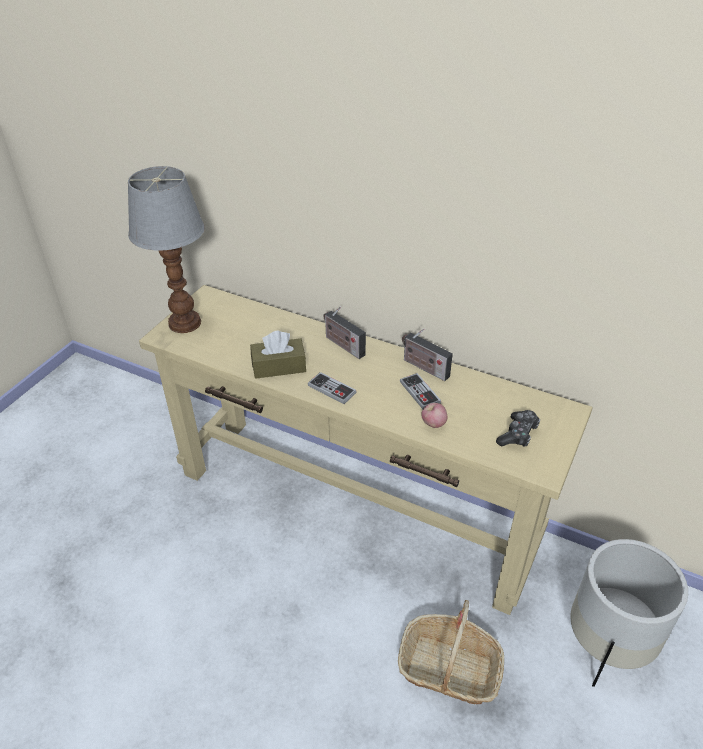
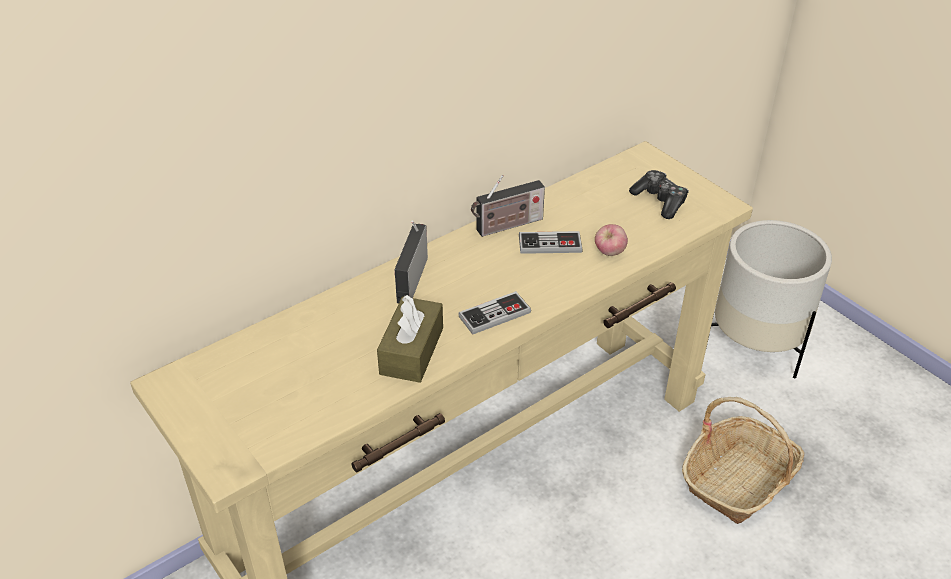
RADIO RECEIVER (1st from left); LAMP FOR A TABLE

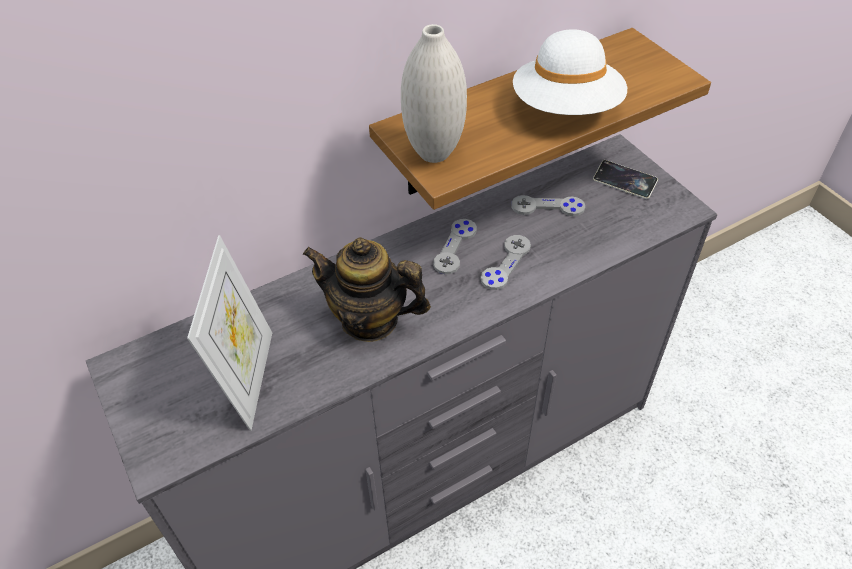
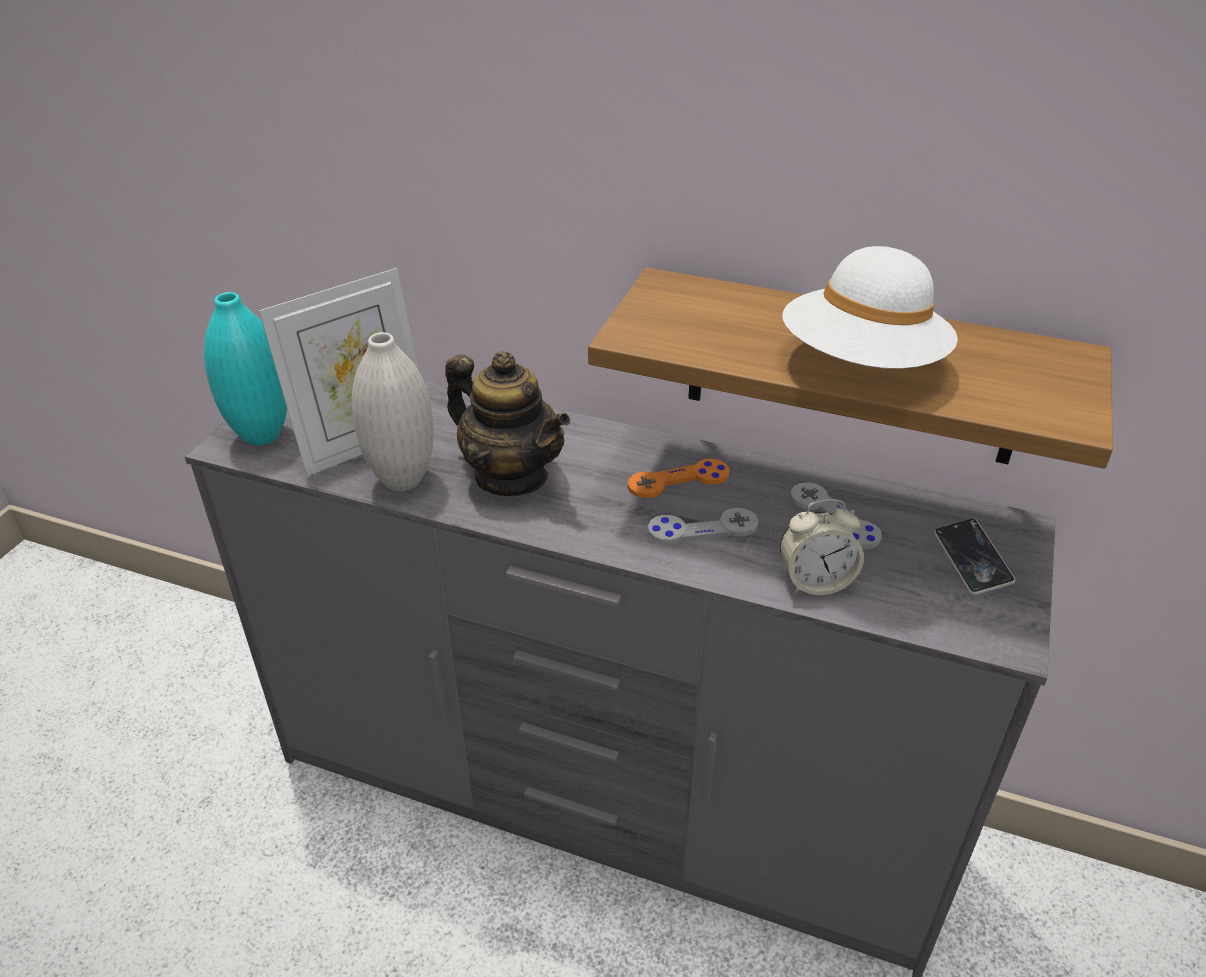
TURQUOISE FLOWER VASE; WHITISH FLOWER VASE; TEAPOT; ORANGEY GAME CONTROLLER; ALARM CLOCK

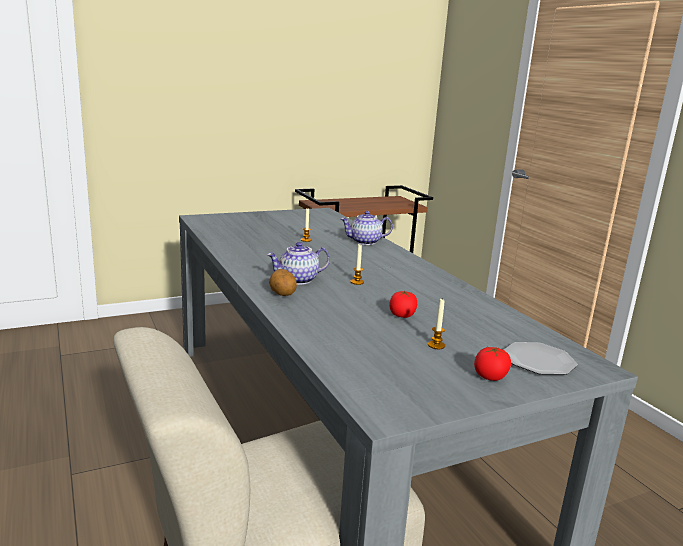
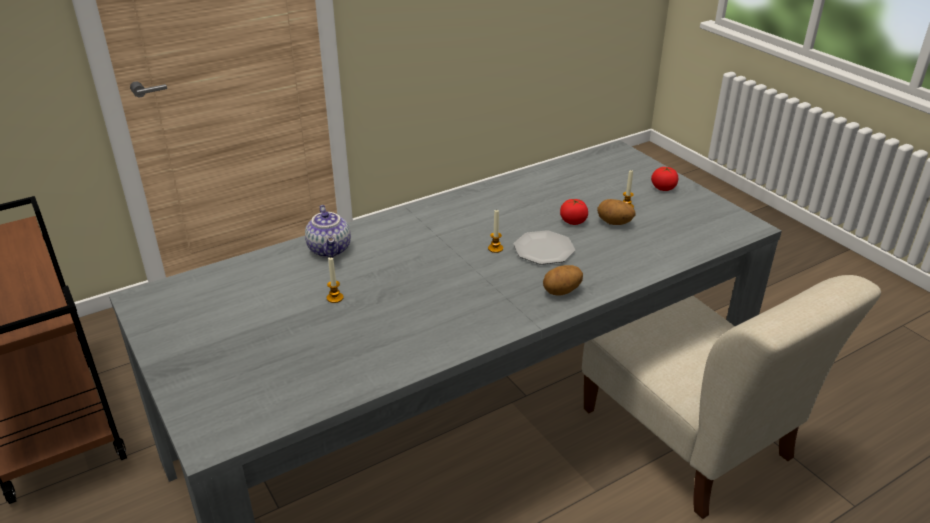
DINNER PLATE; SPUD (2nd from left); TEAPOT (1st from left in the first image)

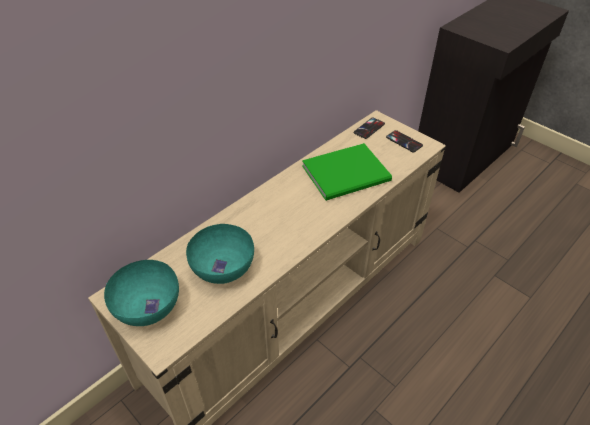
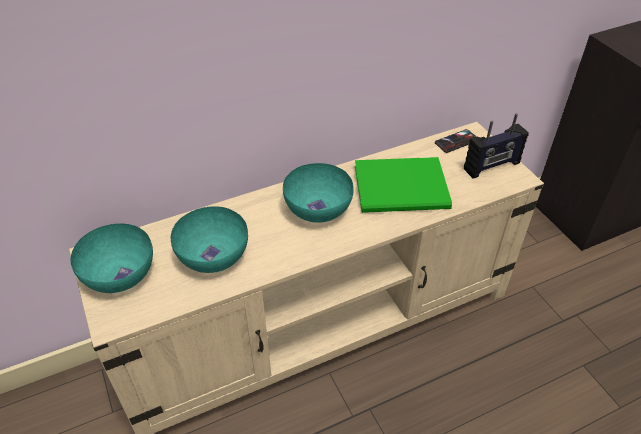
TURQUOISE DEEP DISH (3rd from left); RADIO RECEIVER

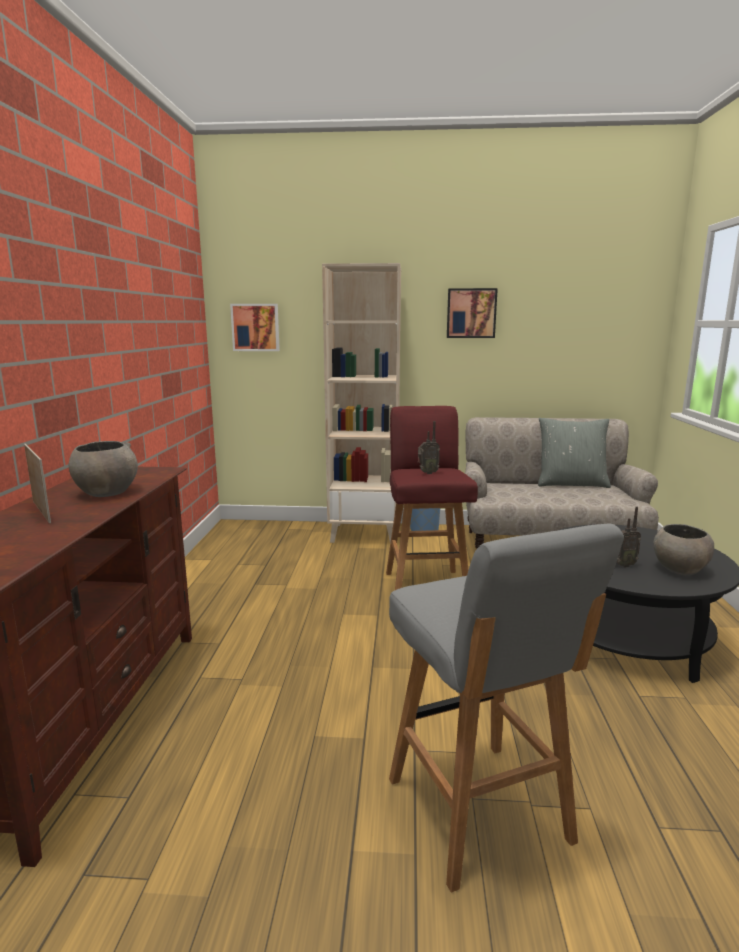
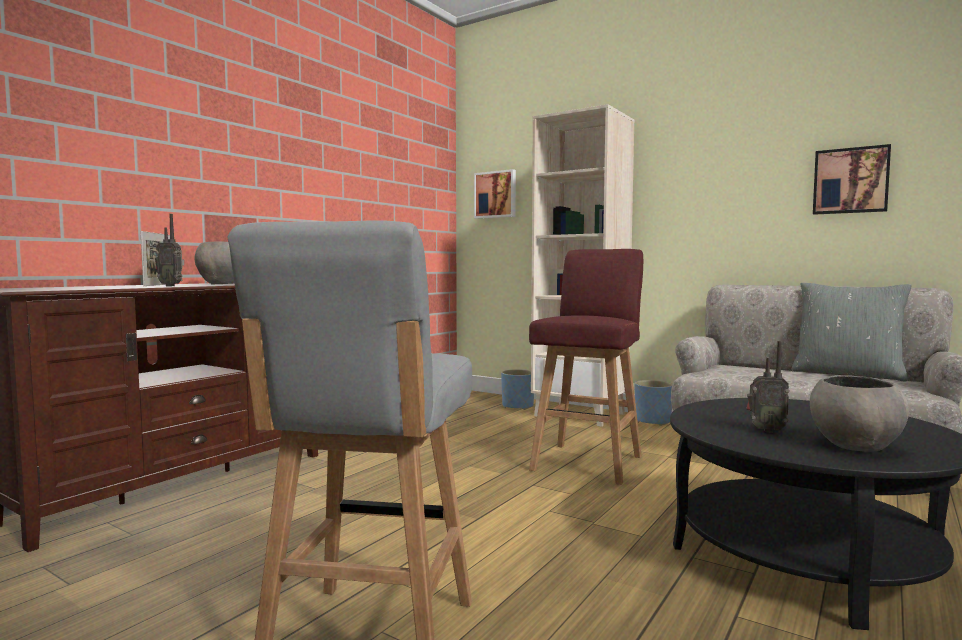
RADIO RECEIVER (1st from left); BLUISH PLANTER (1st from left); WALL PICTURE (2nd from left)

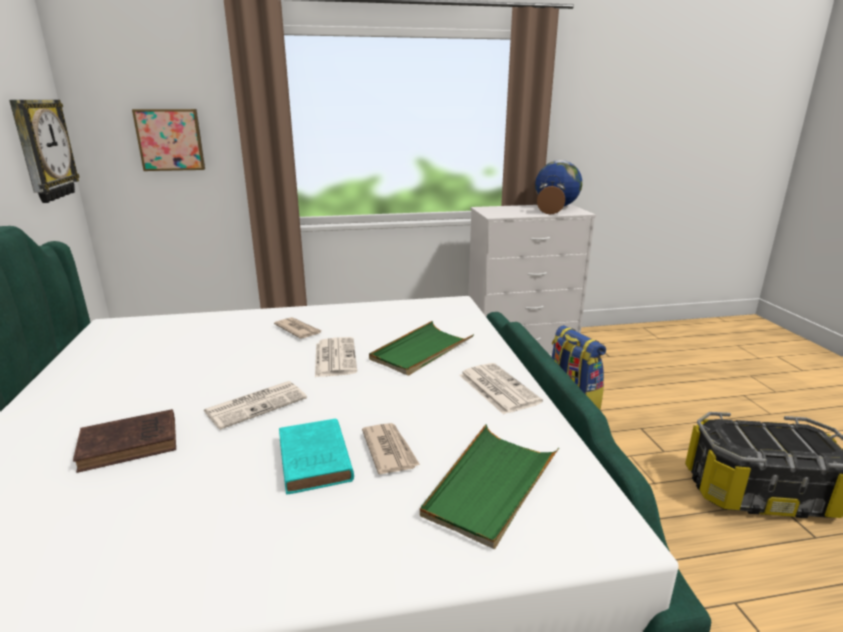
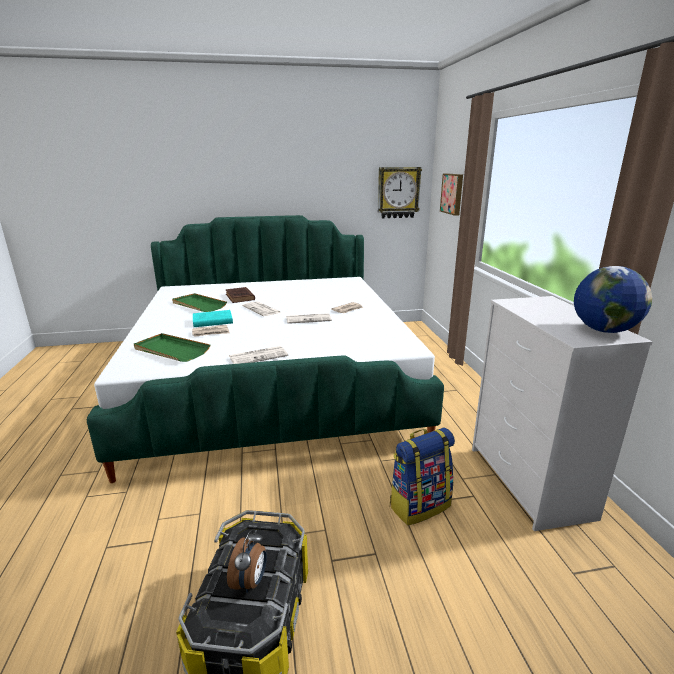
GREEN CARRYING TRAY (2nd from left); ALARM CLOCK

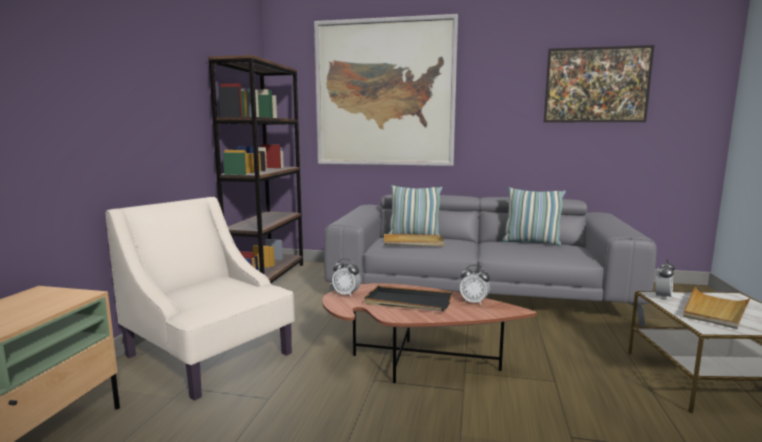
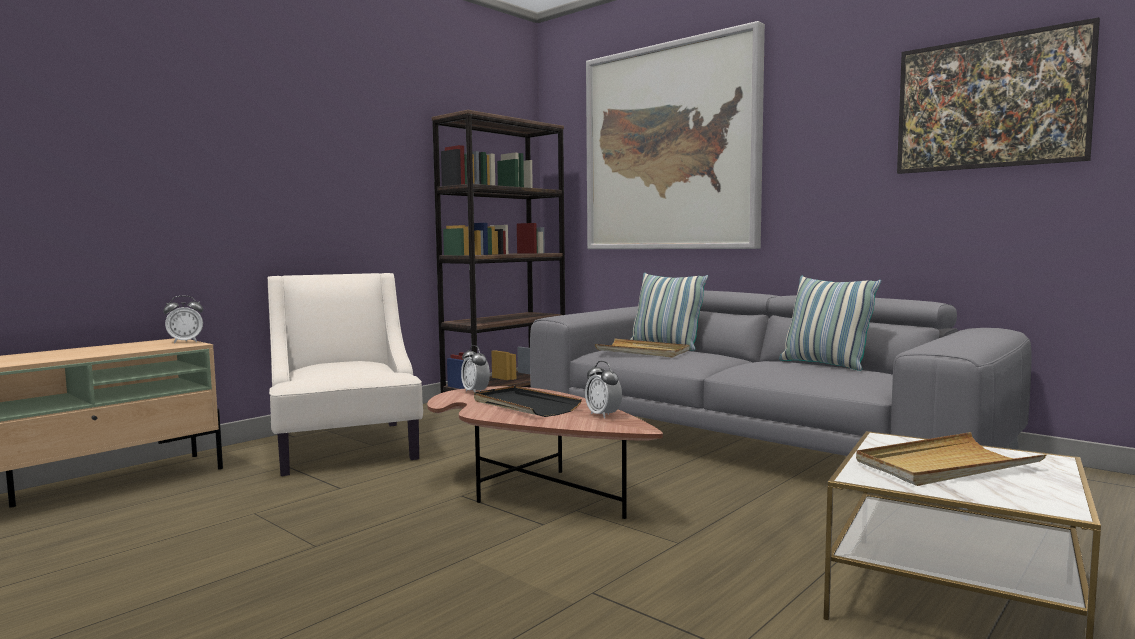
ALARM CLOCK (1st from left)

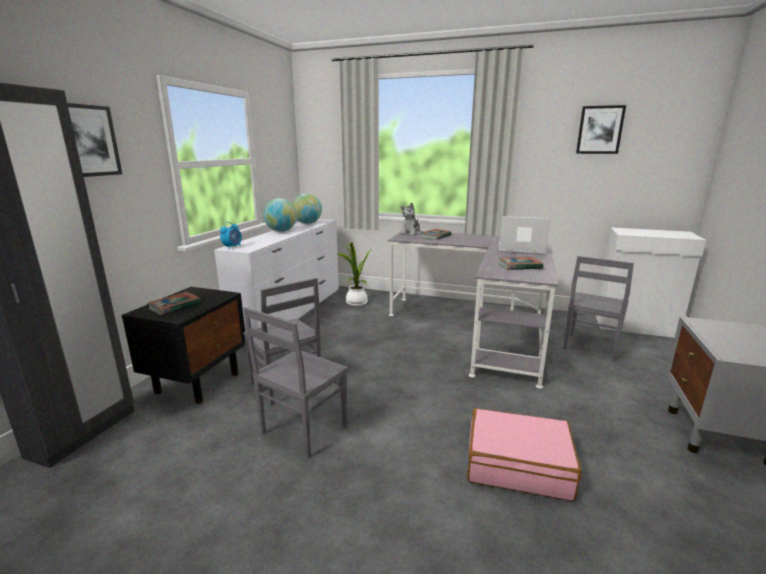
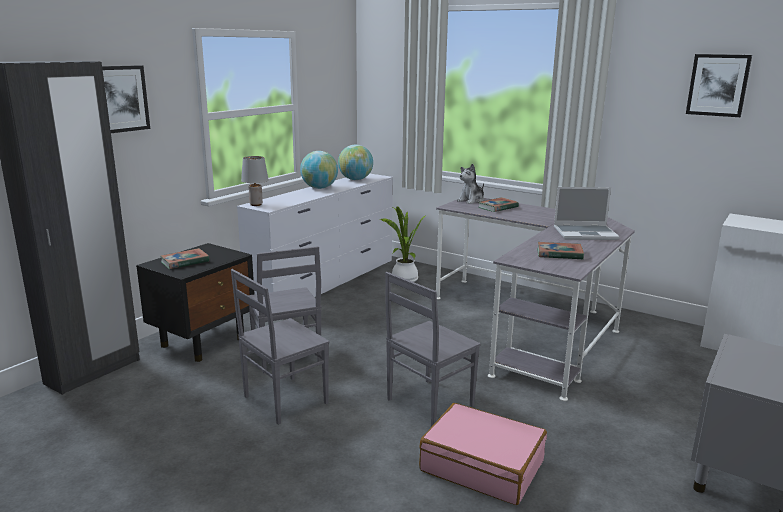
GRAY LAMP FOR A TABLE; GRAY CHAIR (3rd from left); LAPTOP

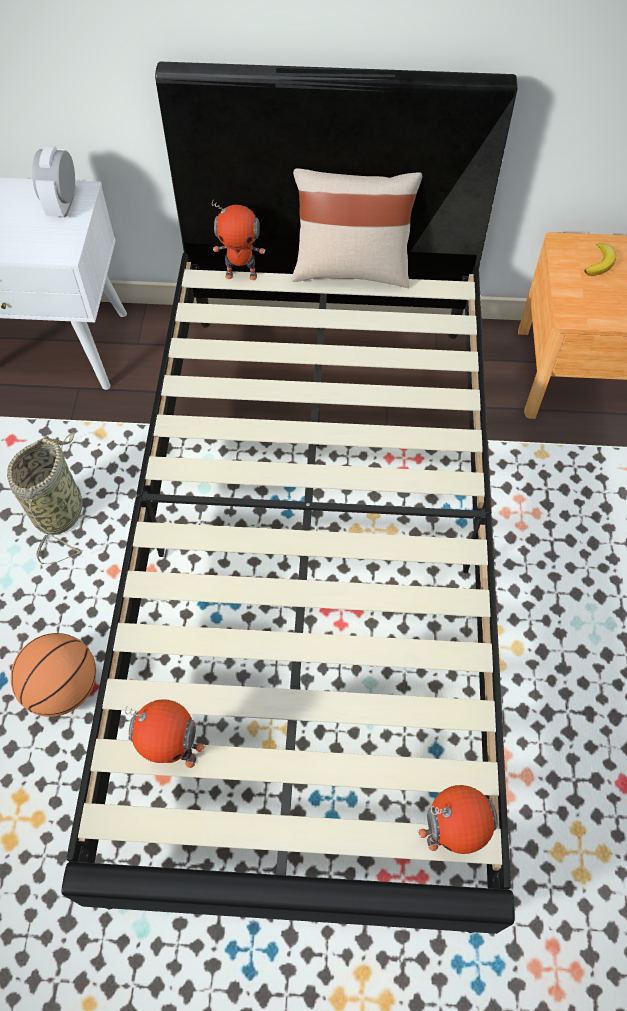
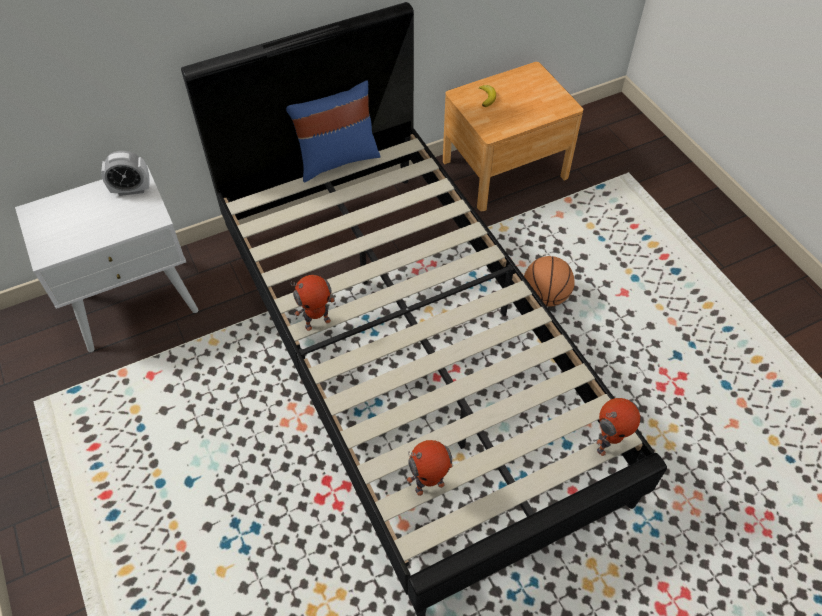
ALARM CLOCK; BLUISH THROW PILLOW; ROBOT FIGURE (1st from left); BALL FOR BASKETBALL; STORAGE BASKET

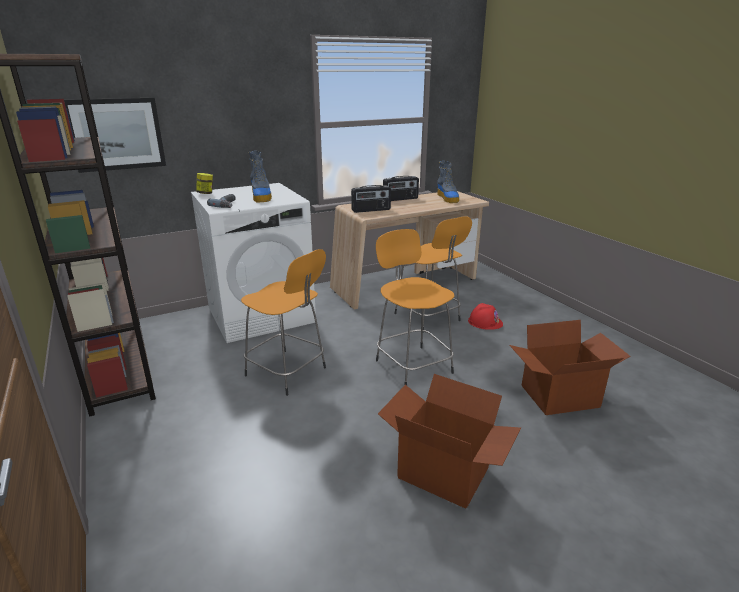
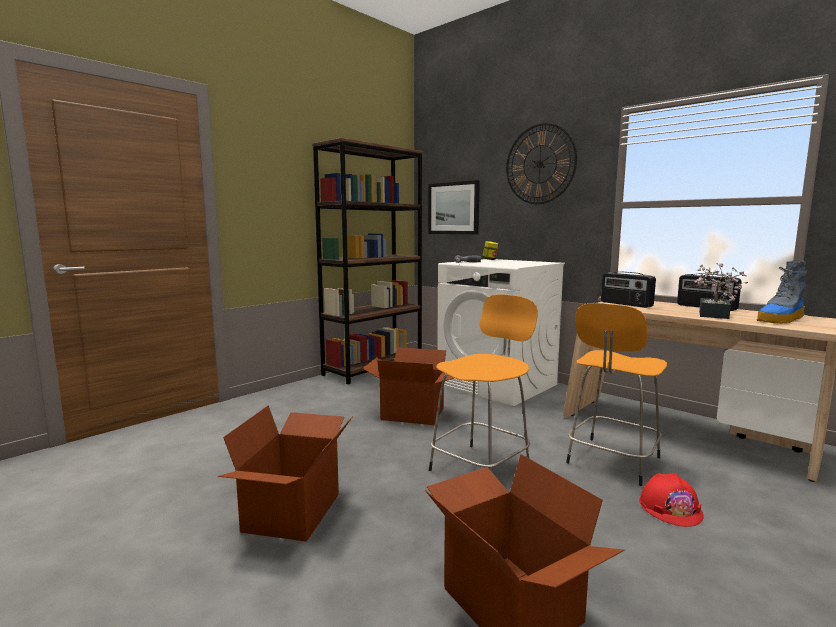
CARTON (2nd from left); HANGING CLOCK; PLANT IN A POT; BOOT (1st from left in the first image)

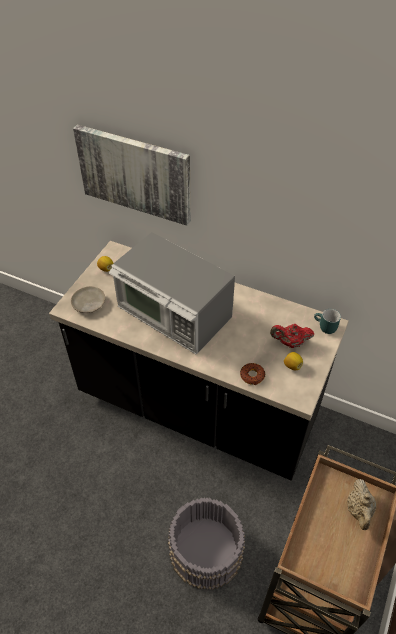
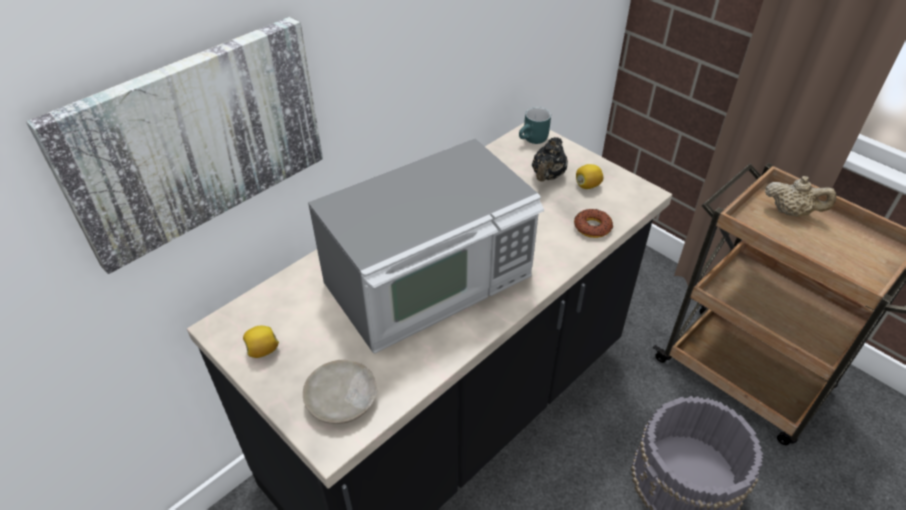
BLACK-COLOURED TEAPOT

